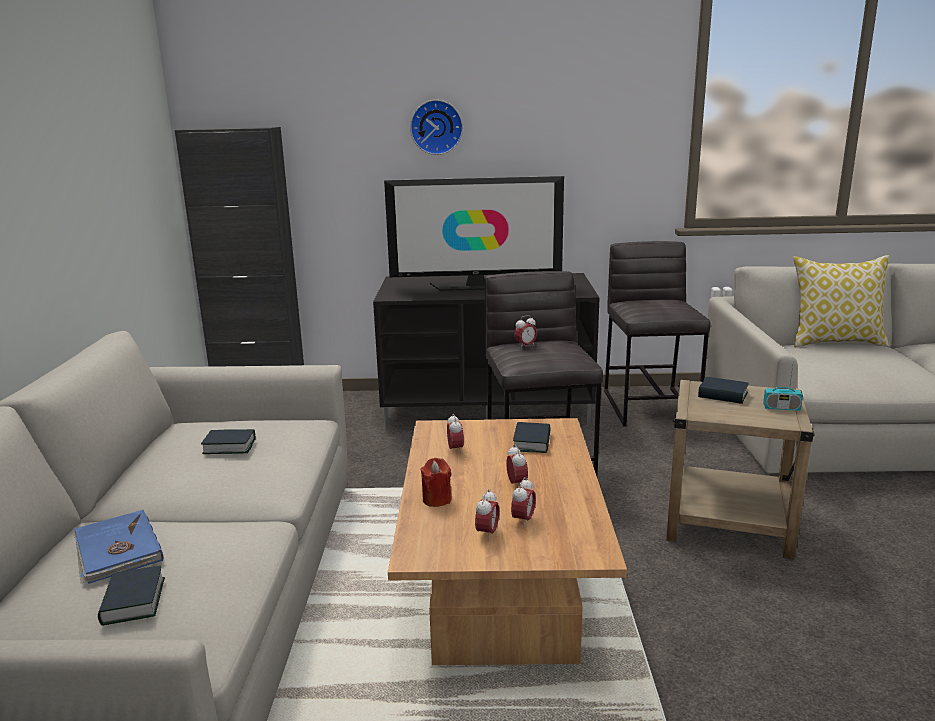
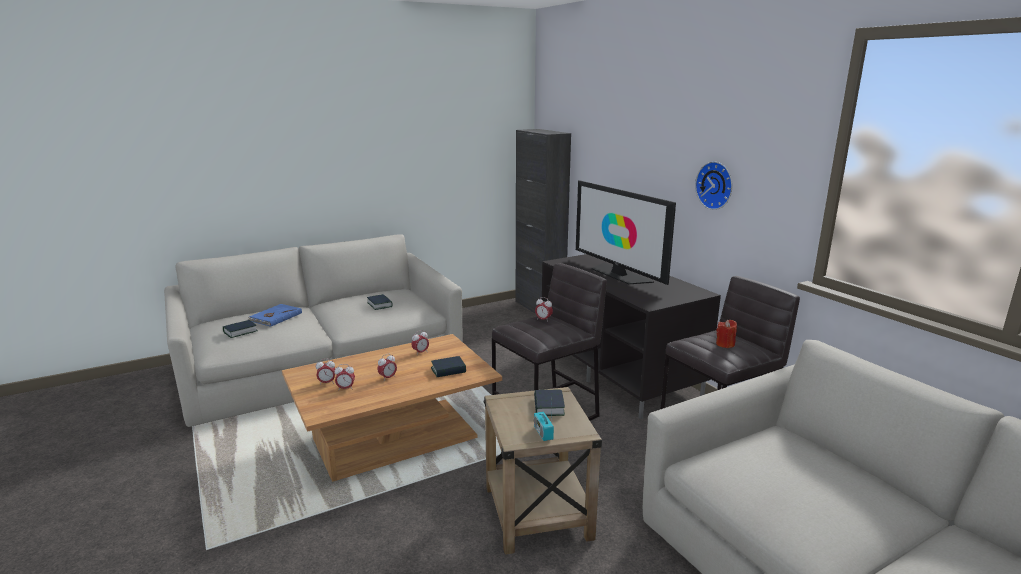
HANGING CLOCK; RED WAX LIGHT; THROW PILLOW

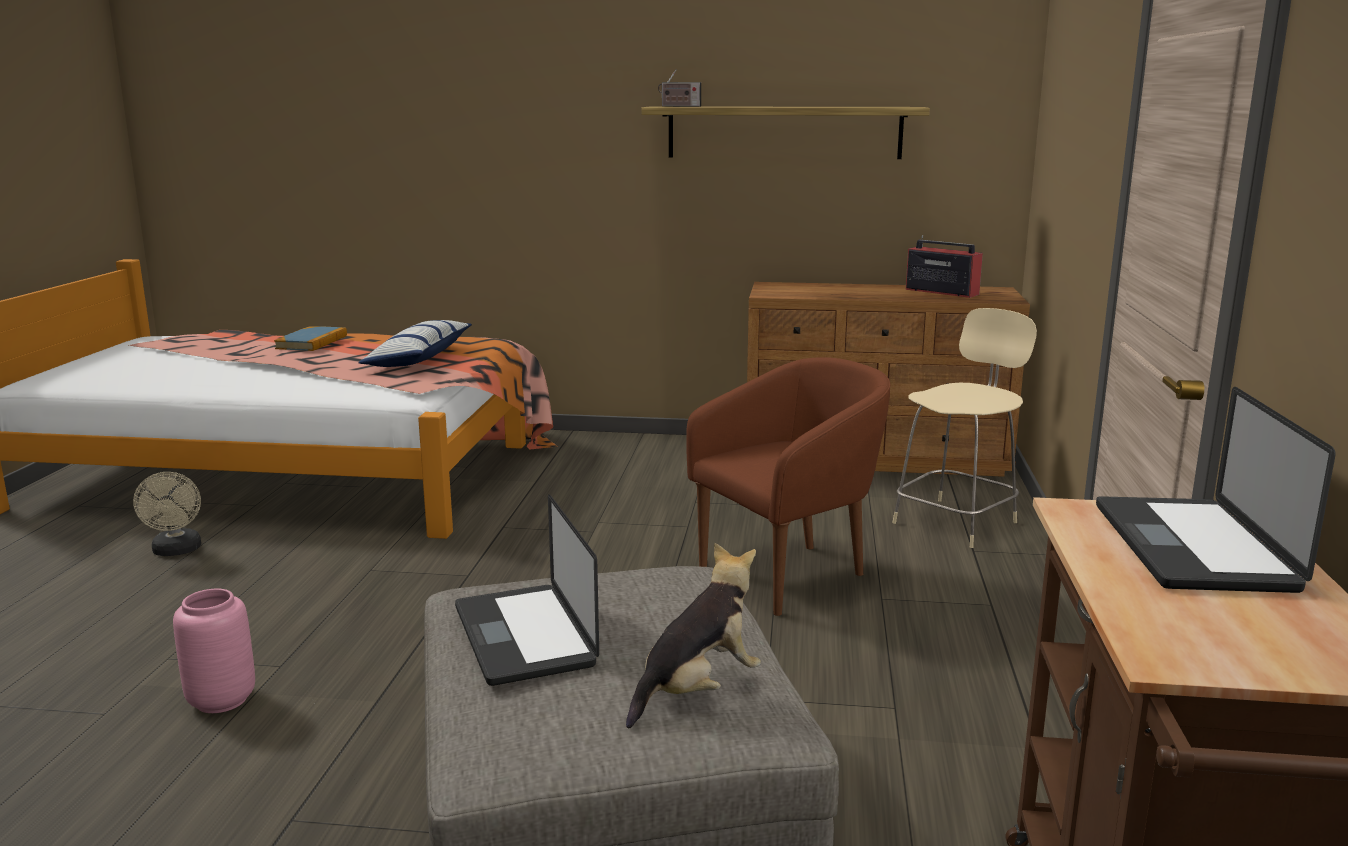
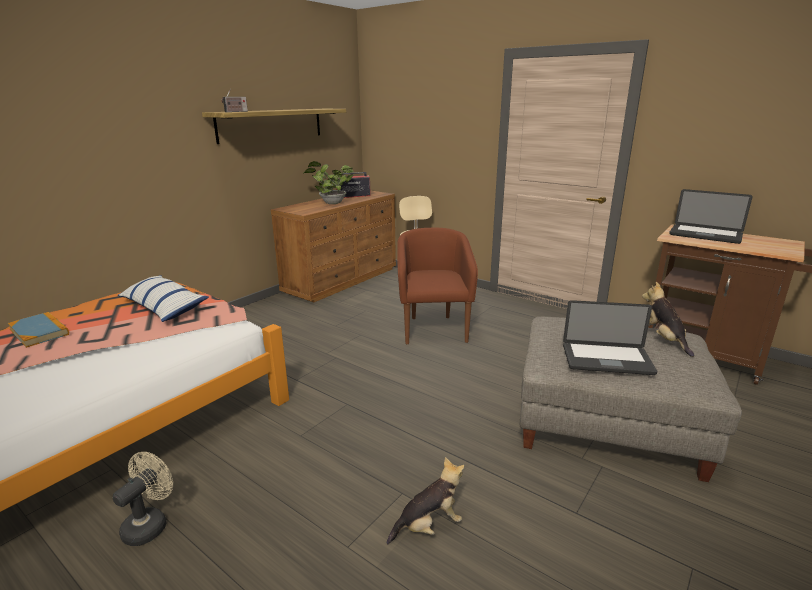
BEIGE FAN; PLANT IN A POT; SOFT TOY (1st from left)

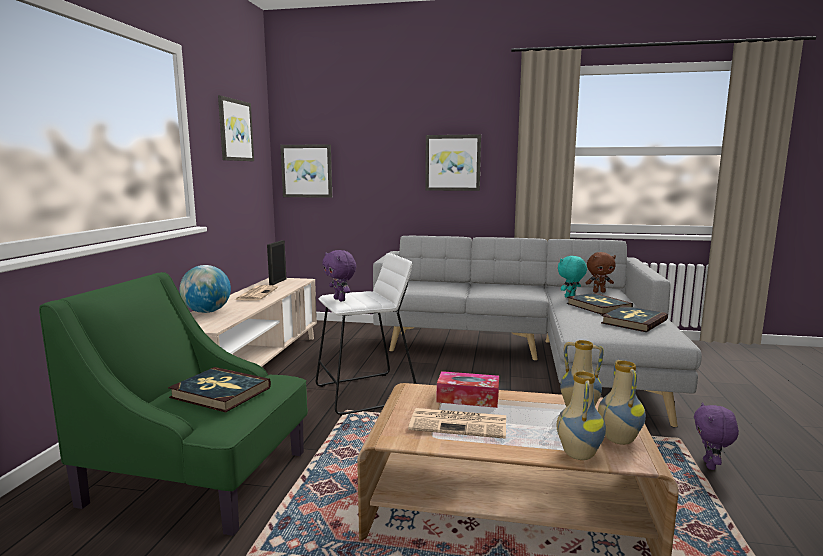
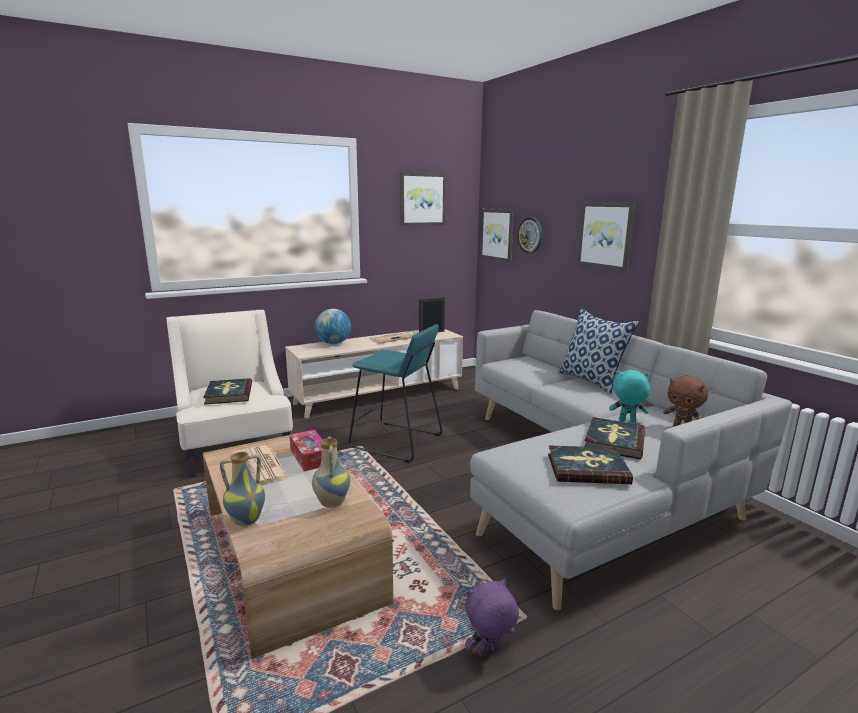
BEIGE EASY CHAIR; TURQUOISE STOOL SEAT; HANGING CLOCK; THROW PILLOW; PURPLISH SOFT TOY (1st from left in the first image); FLOWER VASE (3rd from left in the first image)

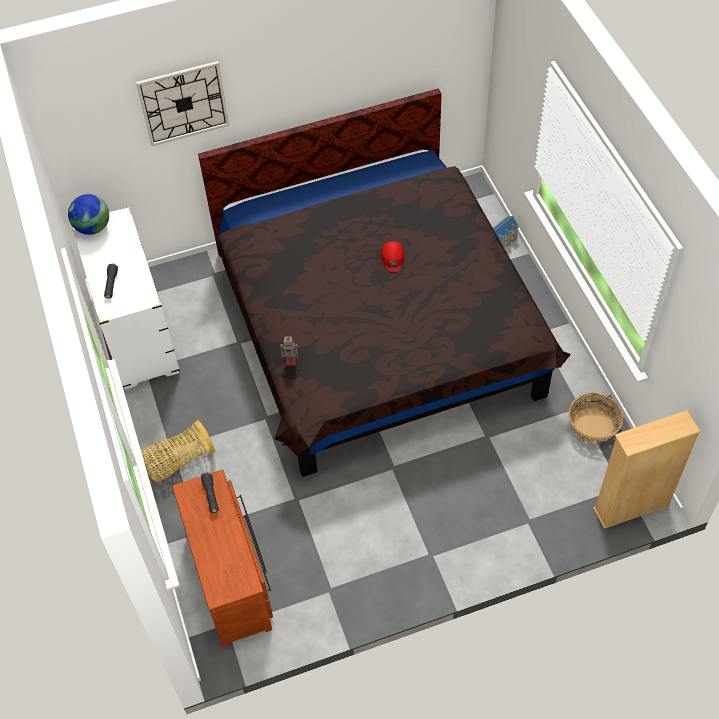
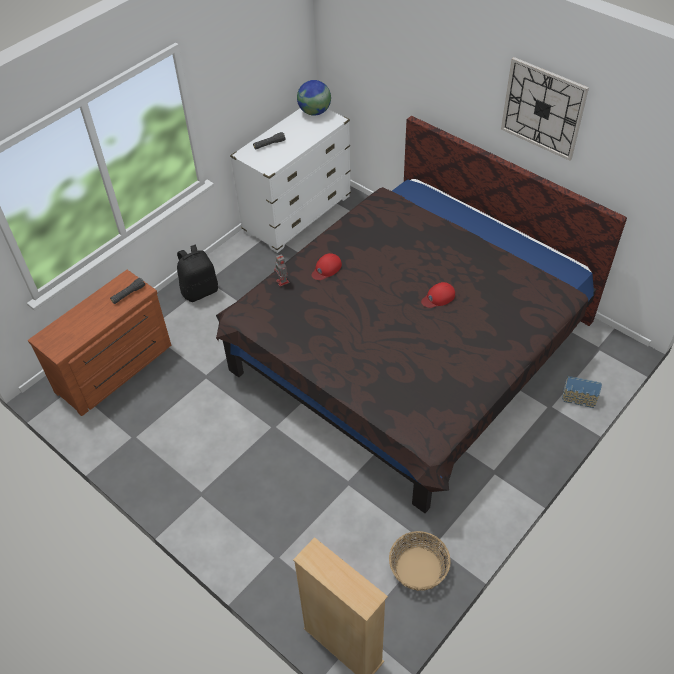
BLACK-COLOURED KNAPSACK; RED BASEBALL CAP (1st from left); HANGING CLOCK

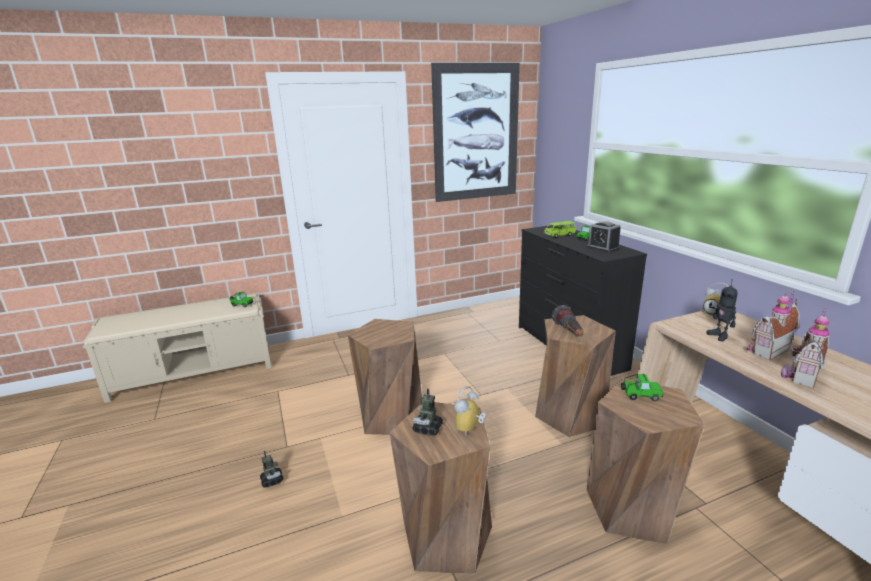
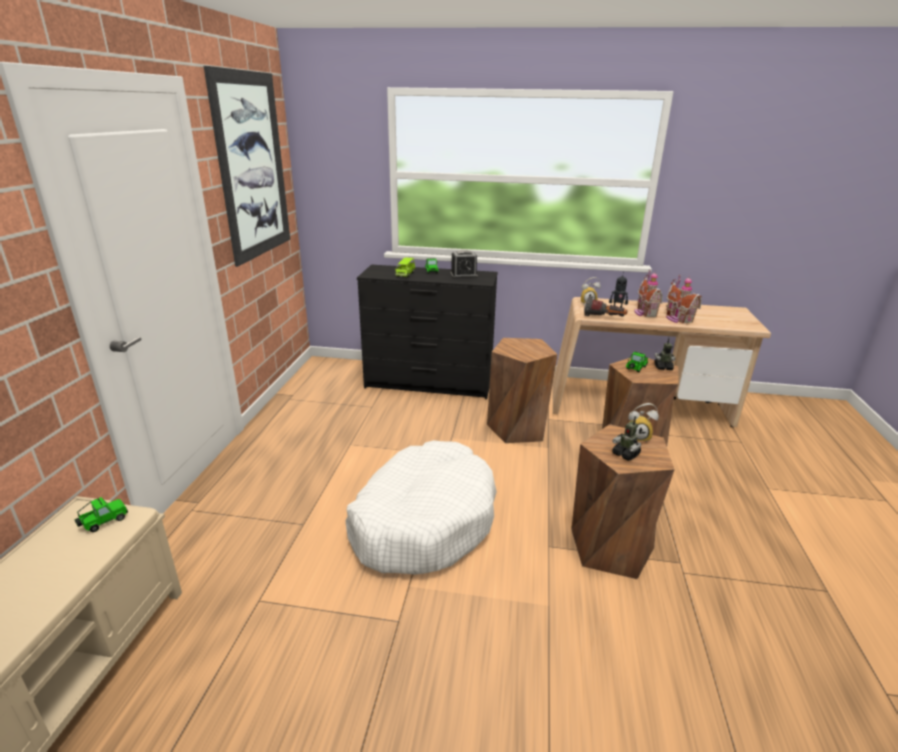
WHITISH DOG BED; TORCH; ALARM CLOCK (3rd from left); ROBOT FIGURE (3rd from left)

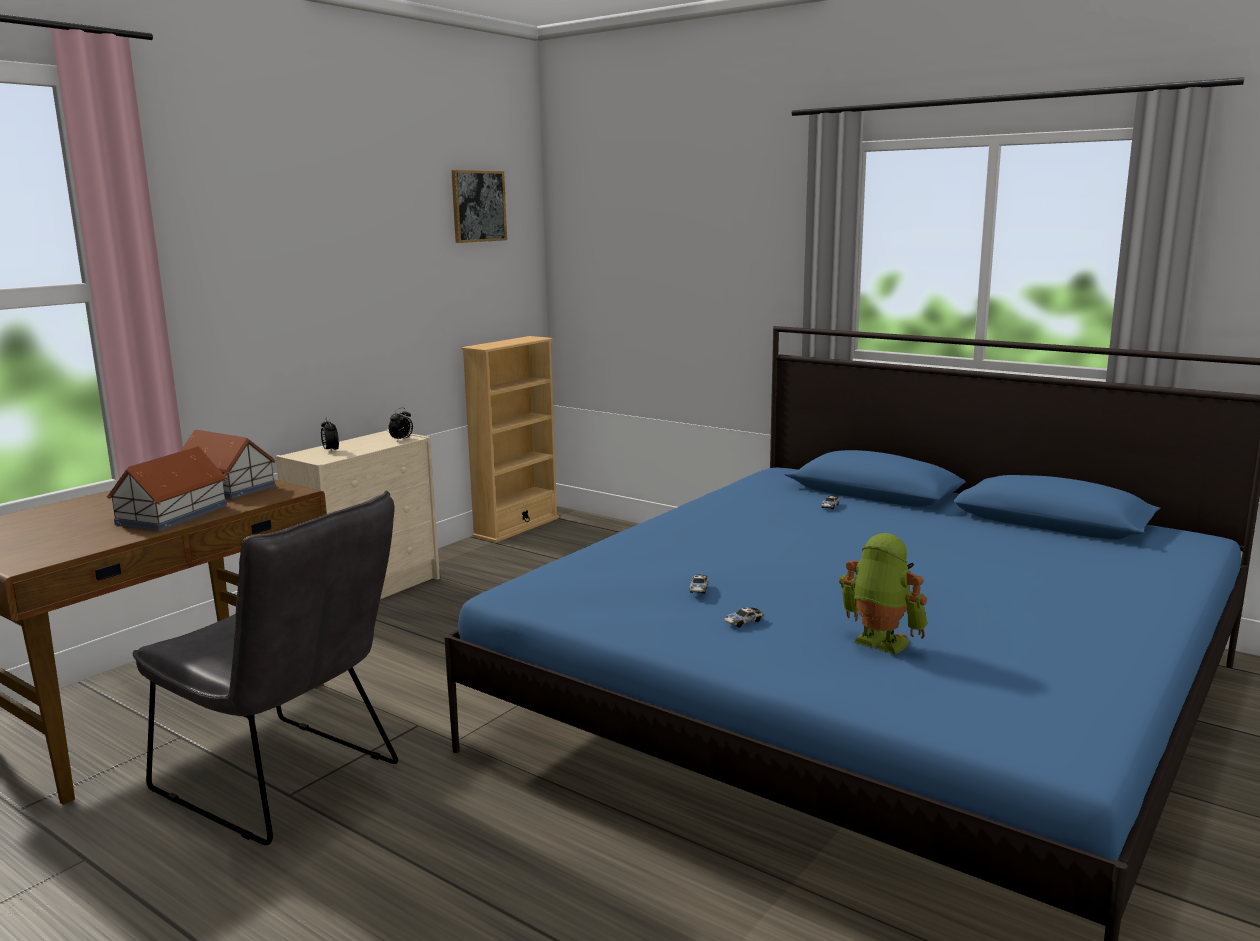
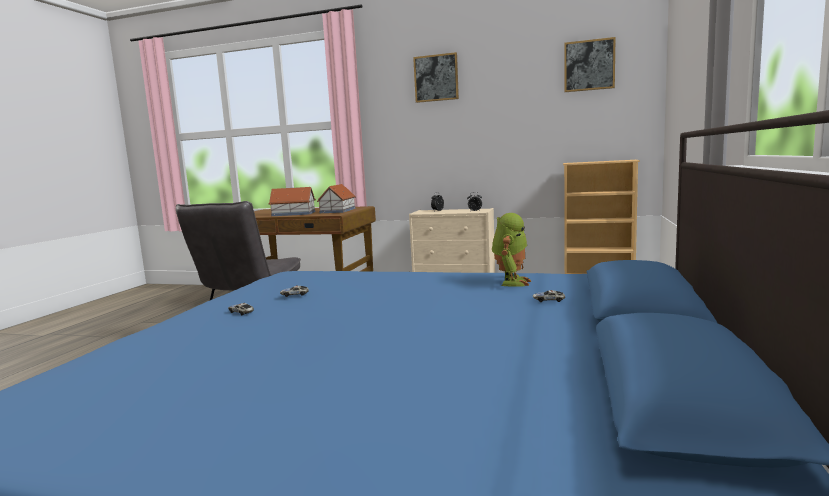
WALL PICTURE (1st from left); ROBOT FIGURE

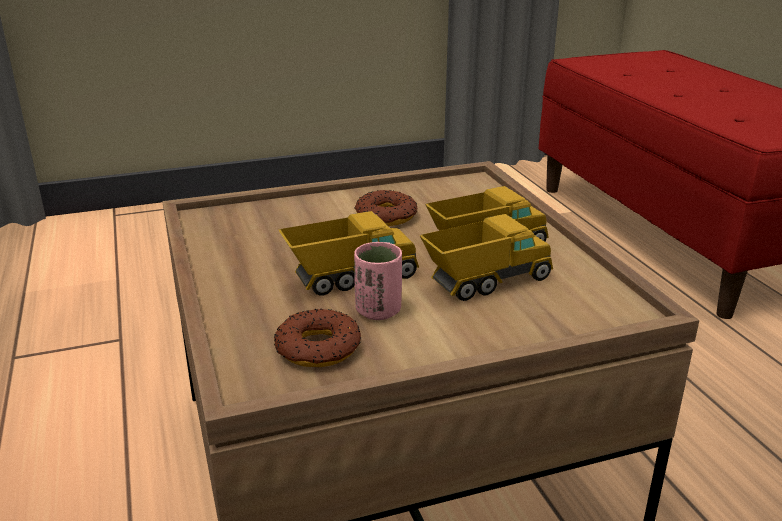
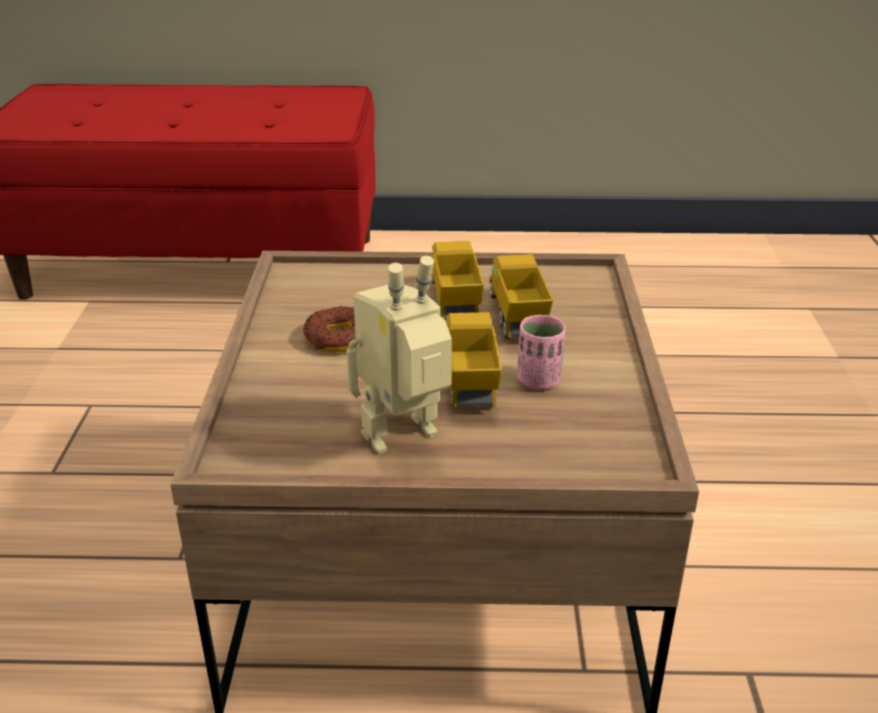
ROBOT FIGURE; RING DOUGHNUT (1st from left in the first image)

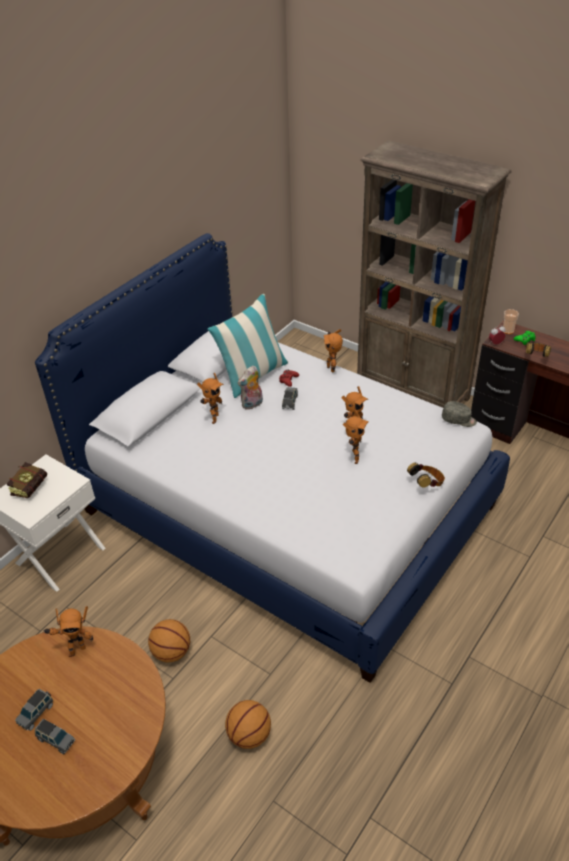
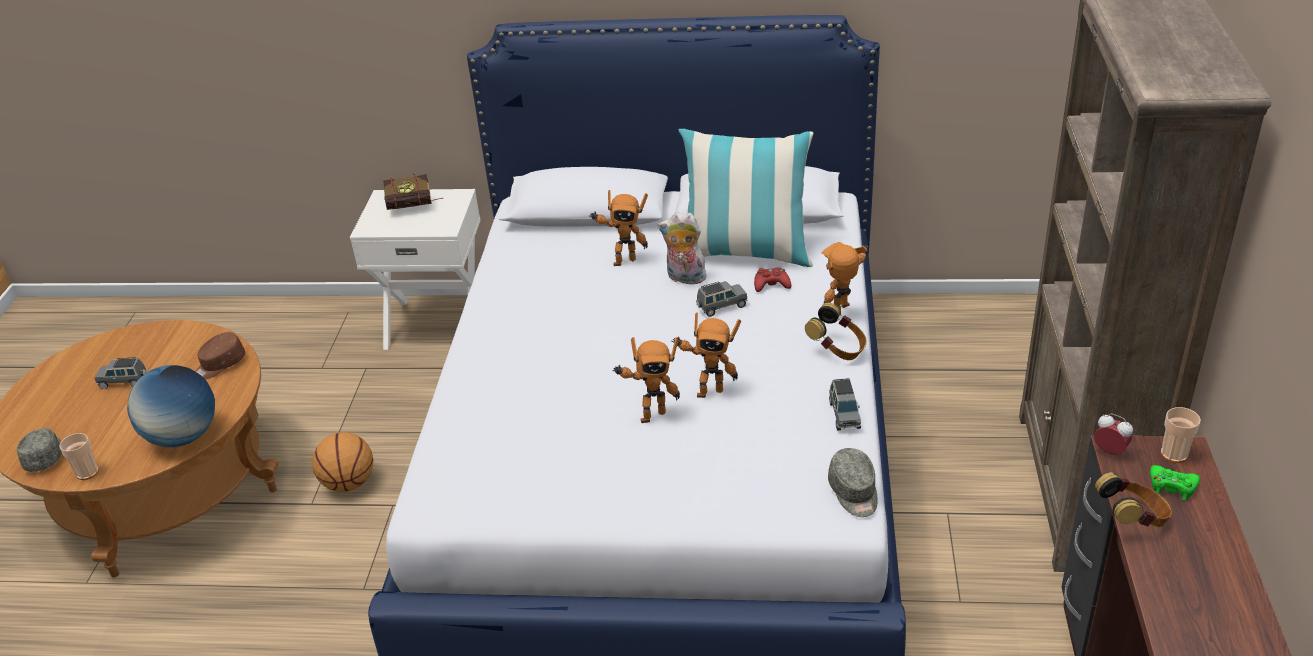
GRAY BASEBALL CAP (1st from left); DRINKING CUP (1st from left); WORLD GLOBE; BROWN BASEBALL CAP; HEADSET (1st from left); GRAY MINIATURE CAR (3rd from left); BALL FOR BASKETBALL (2nd from left in the first image)

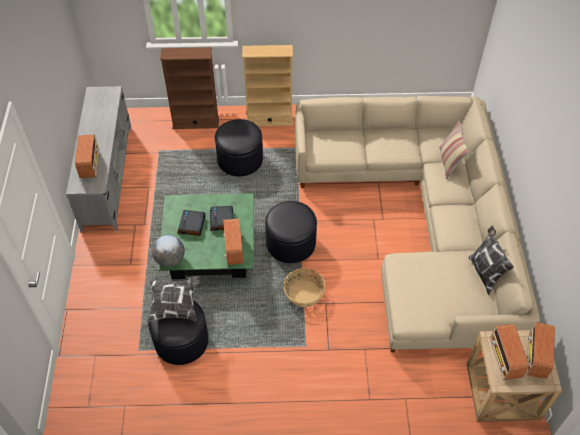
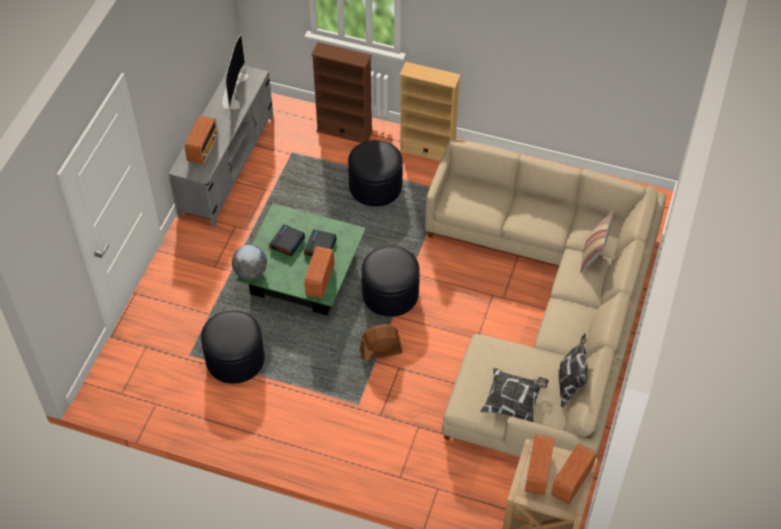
TV SET; BROWN FAN; THROW PILLOW (1st from left)

